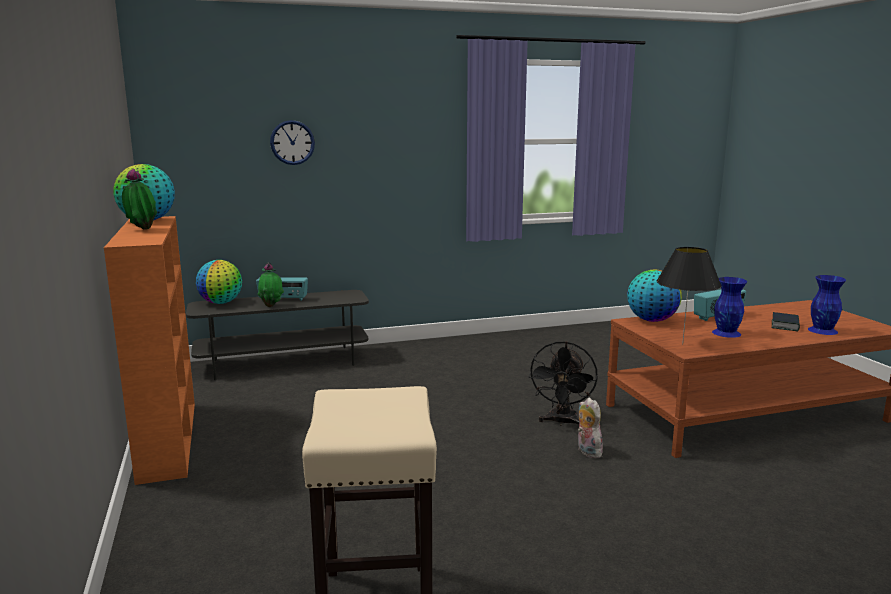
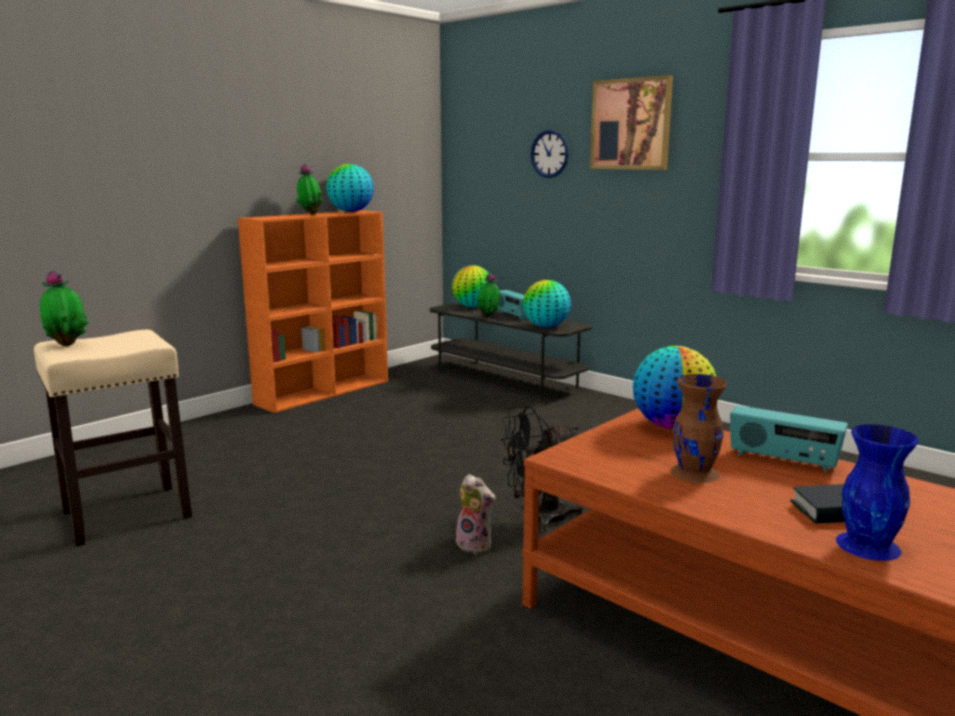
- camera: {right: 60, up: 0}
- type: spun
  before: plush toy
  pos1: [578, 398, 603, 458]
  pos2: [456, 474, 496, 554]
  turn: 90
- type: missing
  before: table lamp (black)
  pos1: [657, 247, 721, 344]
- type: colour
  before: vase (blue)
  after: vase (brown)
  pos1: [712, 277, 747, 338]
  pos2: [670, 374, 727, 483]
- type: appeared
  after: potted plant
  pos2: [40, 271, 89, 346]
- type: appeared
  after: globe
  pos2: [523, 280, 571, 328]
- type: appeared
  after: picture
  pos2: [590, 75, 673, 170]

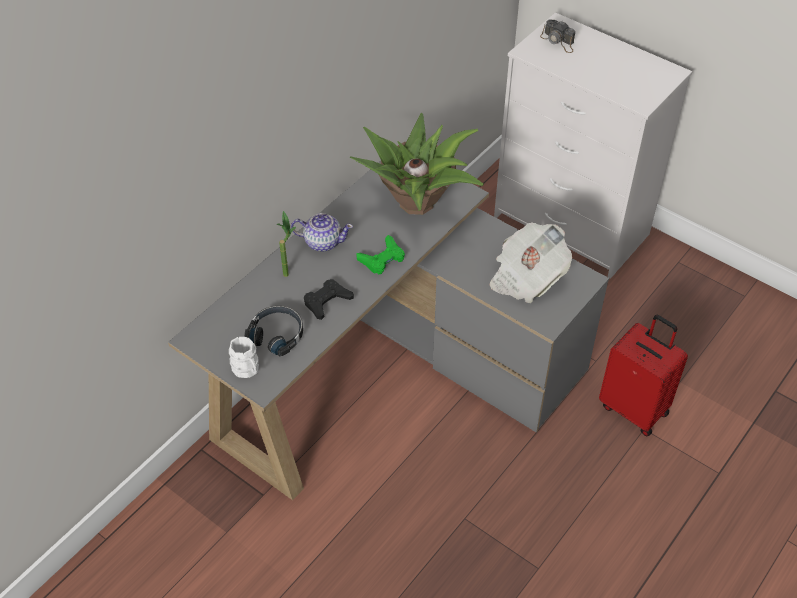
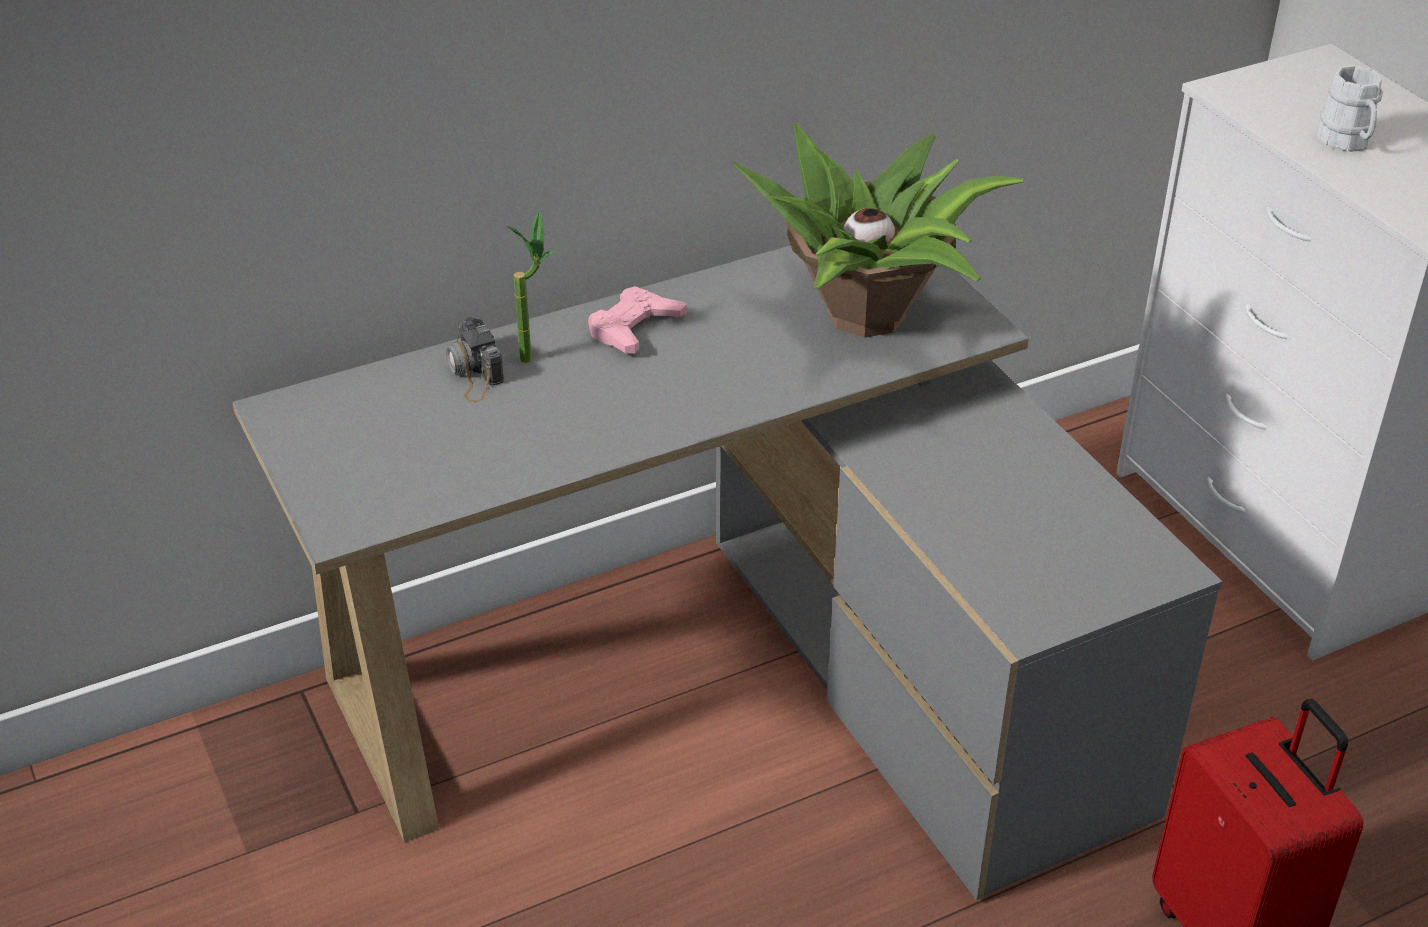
- camera: {right: 25, up: -10}
- type: relocated
  before: mug (white)
  pos1: [229, 337, 259, 378]
  pos2: [1317, 65, 1383, 152]
- type: missing
  before: headphones (black)
  pos1: [244, 306, 303, 356]
- type: exchanged
  before: teapot
  after: game controller (pink)
  pos1: [291, 213, 353, 252]
  pos2: [588, 286, 687, 353]
- type: missing
  before: game controller (black)
  pos1: [304, 279, 354, 320]
- type: missing
  before: game controller (green)
  pos1: [356, 235, 405, 275]
- type: missing
  before: newspaper
  pos1: [489, 222, 572, 303]
- type: relocated
  before: photo camera
  pos1: [540, 19, 575, 53]
  pos2: [446, 316, 504, 402]

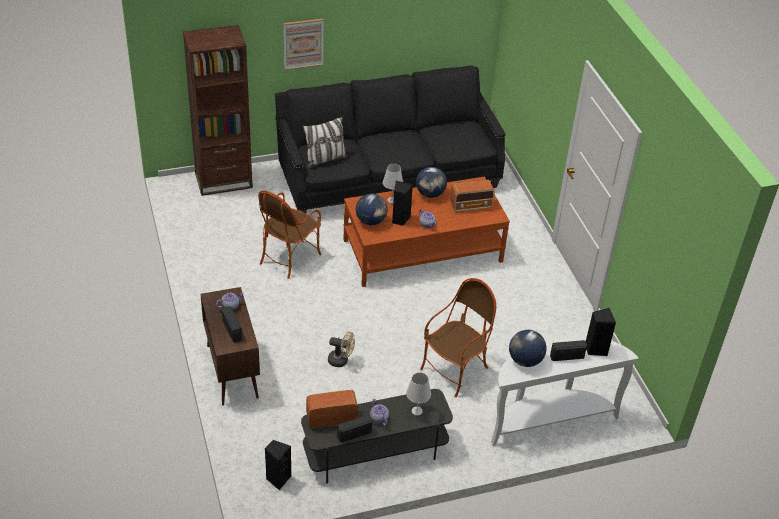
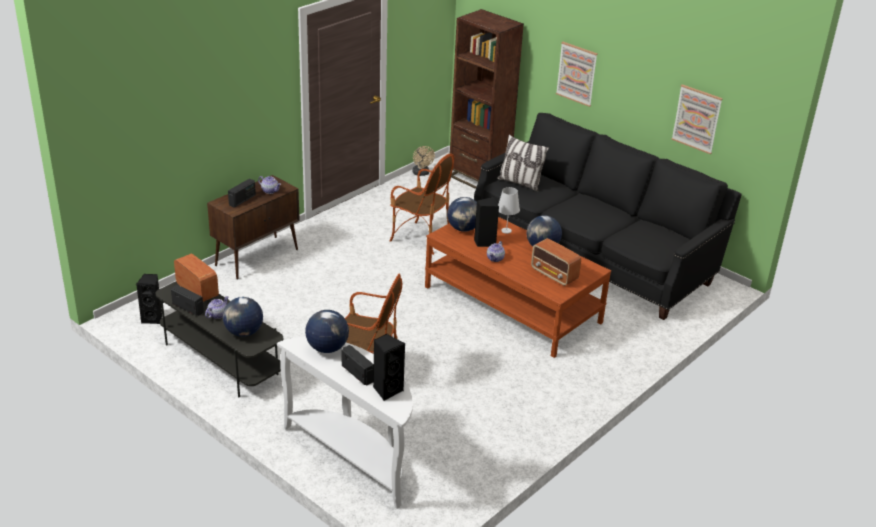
- camera: {right: 60, up: -10}
- type: spun
  before: armchair
  pos1: [258, 191, 321, 279]
  pos2: [389, 153, 454, 255]
  turn: -150
- type: relocated
  before: fan (beige)
  pos1: [328, 332, 355, 367]
  pos2: [412, 146, 435, 176]
- type: exchanged
  before: table lamp (white)
  after: globe
  pos1: [406, 372, 431, 416]
  pos2: [223, 297, 263, 337]
- type: appeared
  after: picture
  pos2: [671, 84, 723, 154]

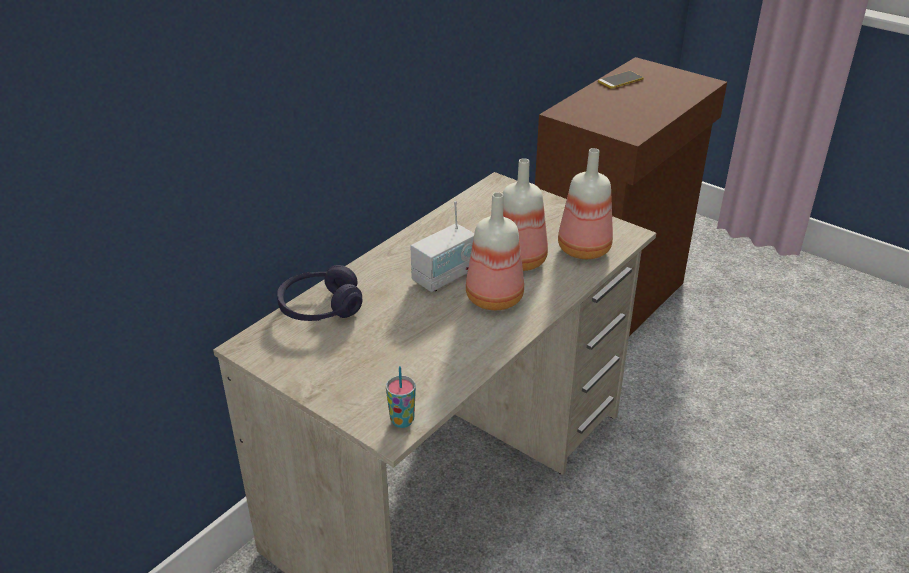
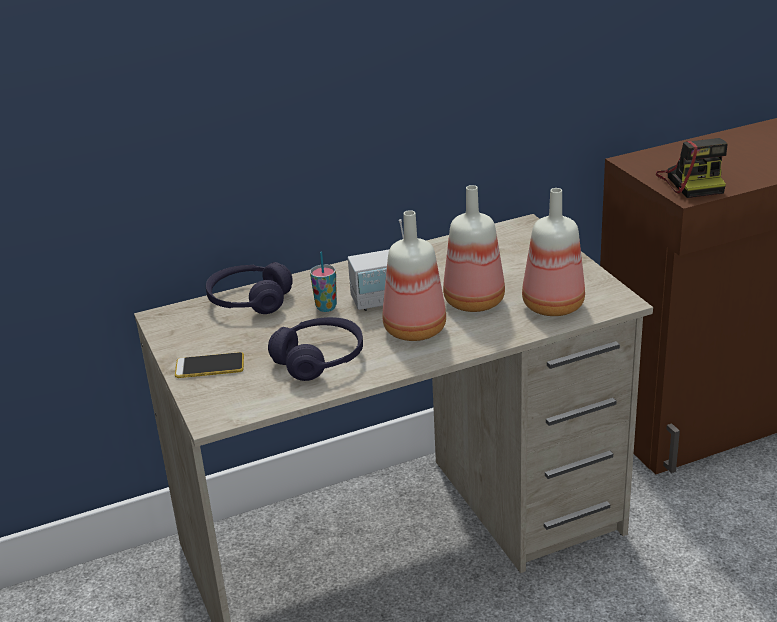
- camera: {right: 30, up: -5}
- type: relocated
  before: cup
  pos1: [386, 366, 416, 428]
  pos2: [310, 252, 337, 312]
- type: relocated
  before: phone
  pos1: [598, 71, 644, 89]
  pos2: [175, 352, 244, 378]
- type: appeared
  after: headphones (purple)
  pos2: [268, 317, 363, 381]
- type: appeared
  after: photo camera
  pos2: [656, 138, 728, 198]

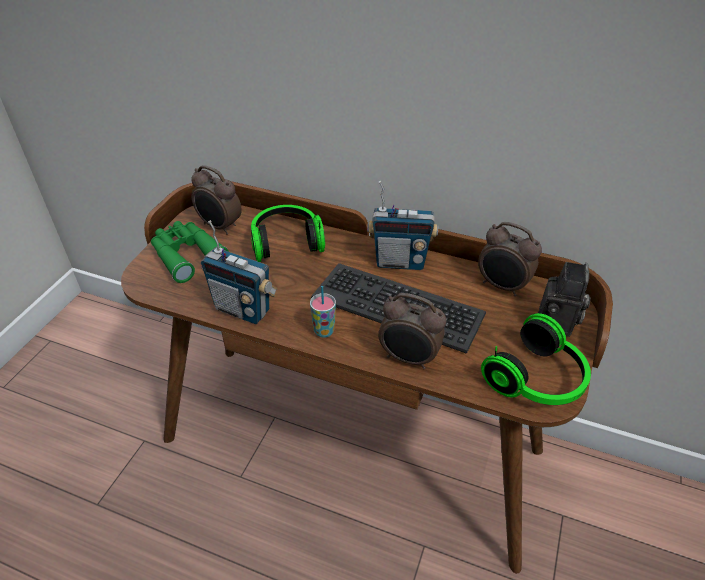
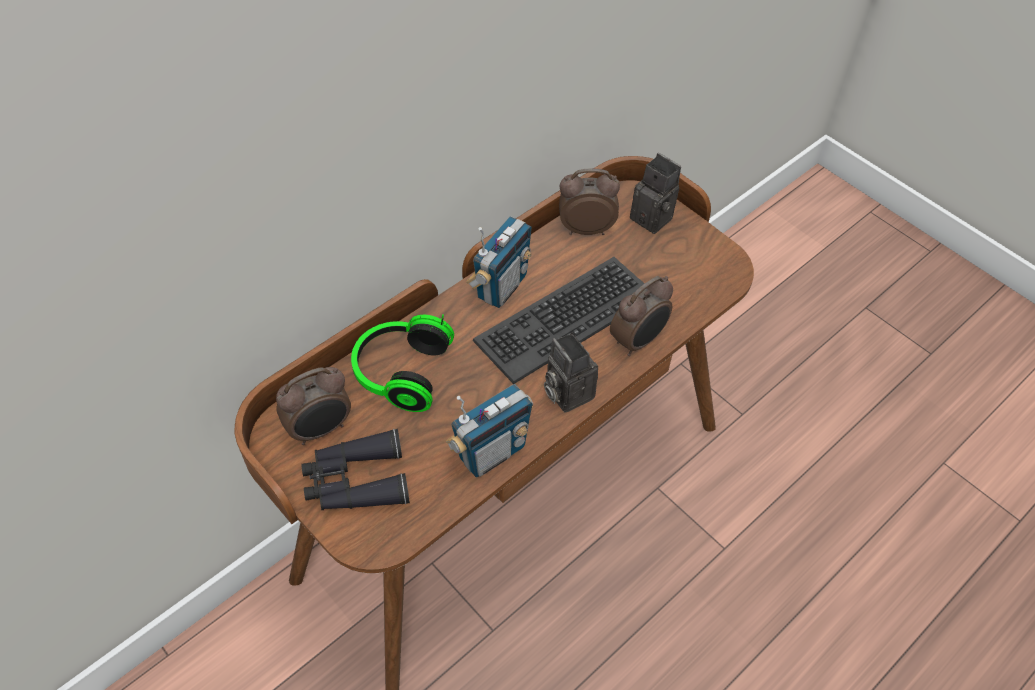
- camera: {right: -65, up: 10}
- type: colour
  before: binoculars (green)
  after: binoculars (black)
  pos1: [151, 221, 229, 283]
  pos2: [301, 429, 410, 510]
- type: exchanged
  before: cup
  after: photo camera
  pos1: [310, 286, 336, 338]
  pos2: [544, 333, 598, 412]
- type: spun
  before: alarm clock
  pos1: [478, 222, 542, 296]
  pos2: [559, 169, 620, 235]
  turn: -150
- type: missing
  before: headphones
  pos1: [481, 313, 591, 405]

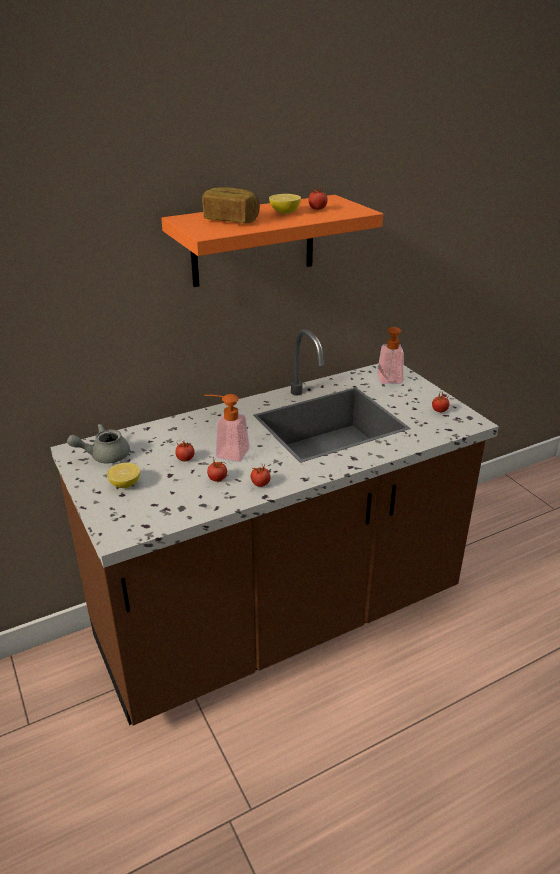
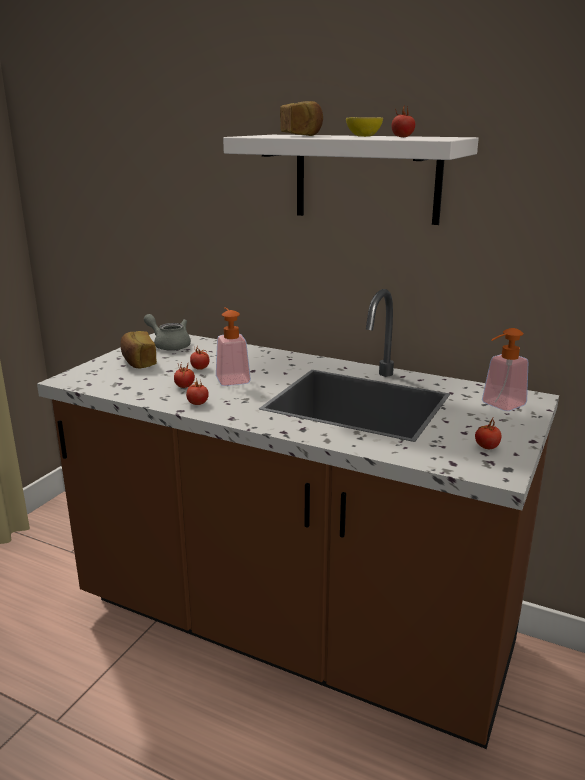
- camera: {right: 55, up: -10}
- type: exchanged
  before: lemon
  after: bread
  pos1: [107, 463, 140, 488]
  pos2: [120, 331, 157, 369]
- type: colour
  before: shelf (orange)
  after: shelf (white)
  pos1: [161, 195, 383, 287]
  pos2: [223, 135, 479, 225]

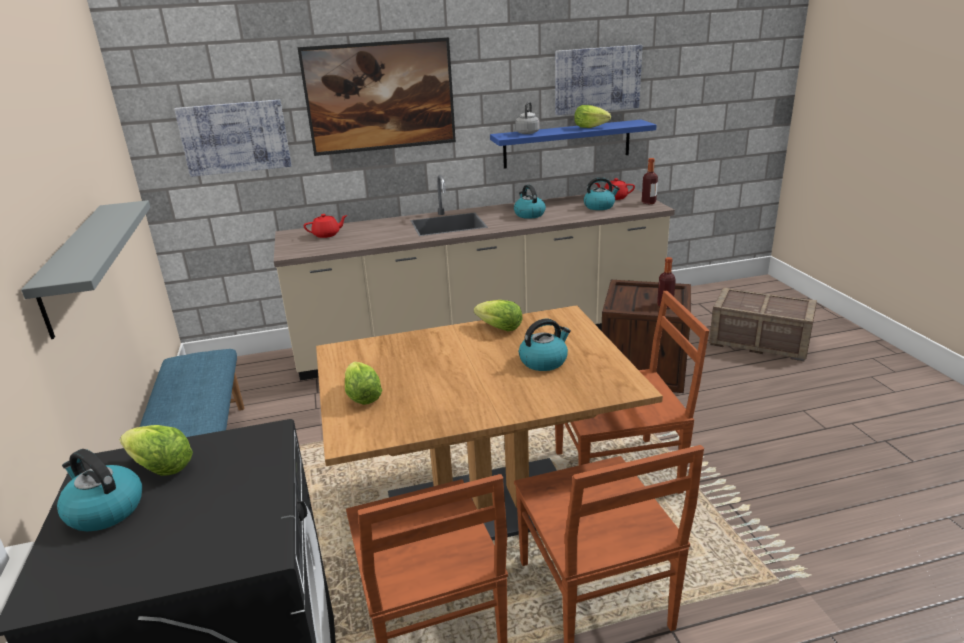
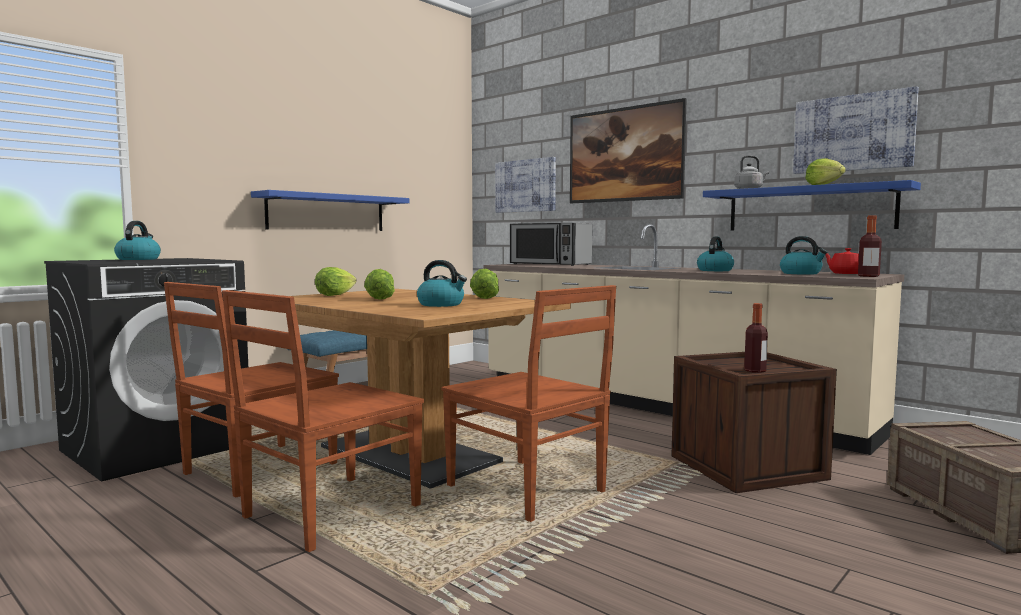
- camera: {right: 55, up: -20}
- type: colour
  before: shelf (grey)
  after: shelf (blue)
  pos1: [21, 200, 151, 339]
  pos2: [251, 190, 410, 231]
- type: relocated
  before: lettuce
  pos1: [120, 425, 193, 476]
  pos2: [364, 269, 395, 300]
- type: exchanged
  before: teapot (red)
  after: microwave
  pos1: [304, 214, 347, 238]
  pos2: [510, 222, 592, 266]

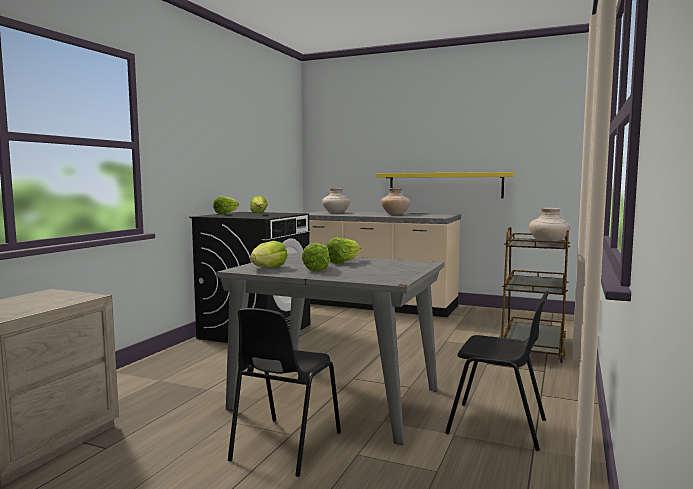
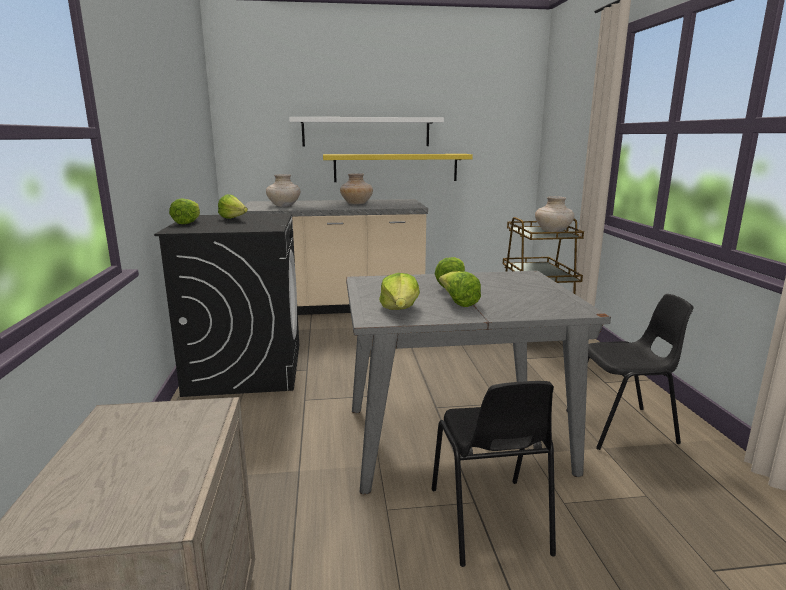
- camera: {right: -30, up: 10}
- type: appeared
  after: shelf (white)
  pos2: [289, 117, 444, 147]

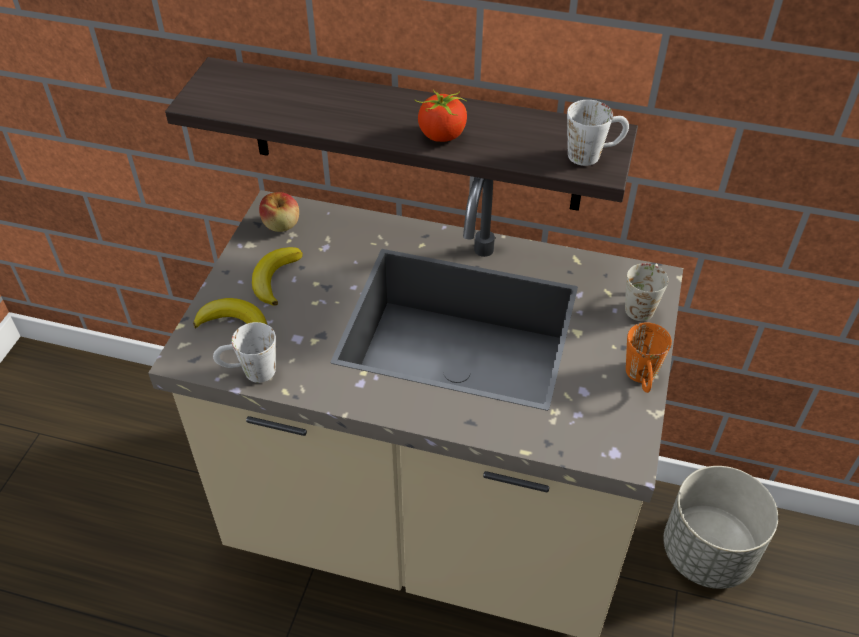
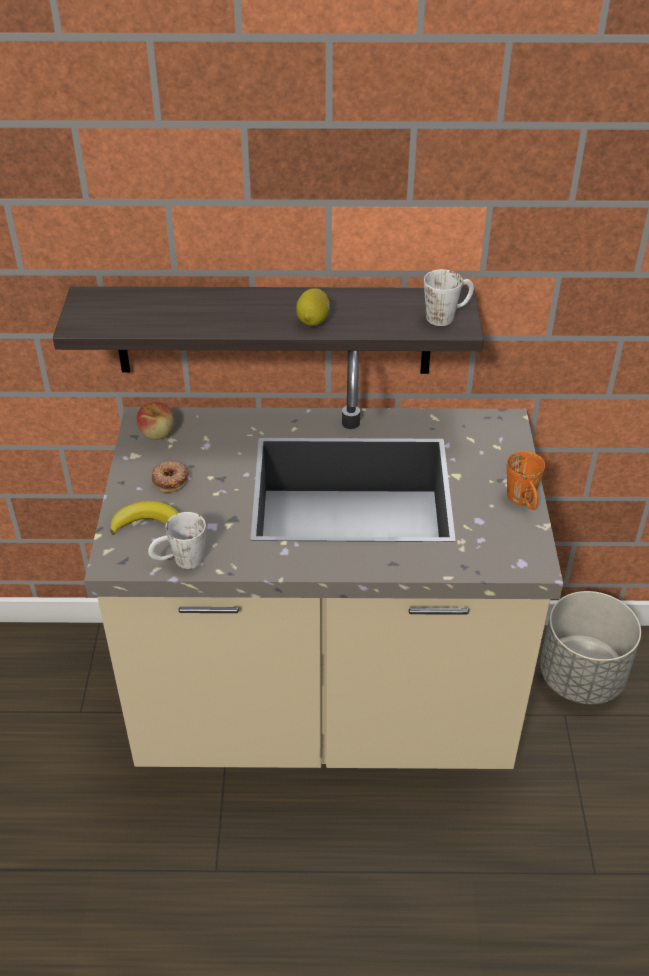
- camera: {right: -15, up: -5}
- type: exchanged
  before: banana
  after: donut
  pos1: [252, 247, 303, 306]
  pos2: [152, 461, 189, 493]
- type: exchanged
  before: tomato
  after: lemon
  pos1: [415, 90, 467, 142]
  pos2: [296, 288, 330, 326]
- type: missing
  before: mug (white)
  pos1: [625, 263, 668, 321]

